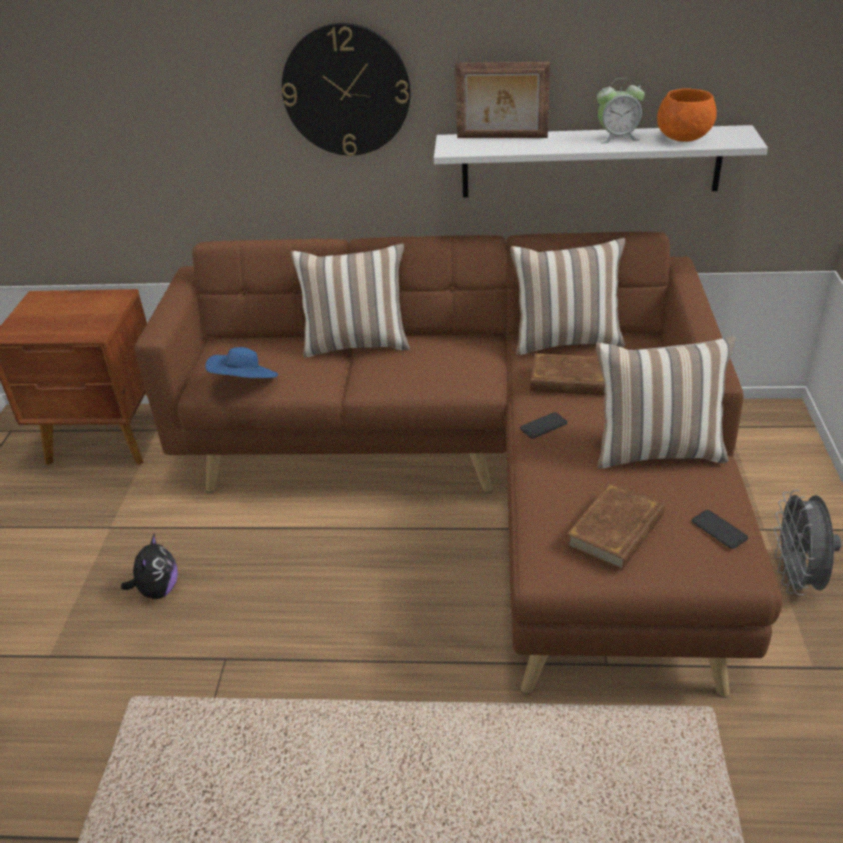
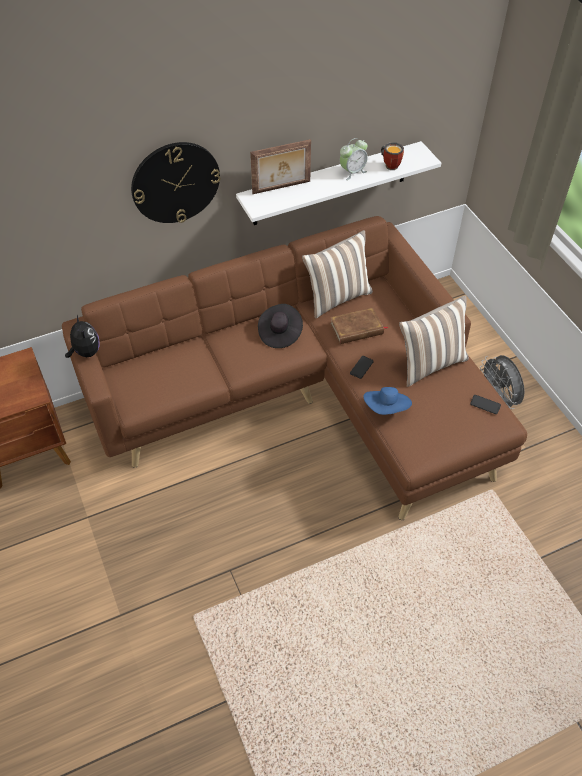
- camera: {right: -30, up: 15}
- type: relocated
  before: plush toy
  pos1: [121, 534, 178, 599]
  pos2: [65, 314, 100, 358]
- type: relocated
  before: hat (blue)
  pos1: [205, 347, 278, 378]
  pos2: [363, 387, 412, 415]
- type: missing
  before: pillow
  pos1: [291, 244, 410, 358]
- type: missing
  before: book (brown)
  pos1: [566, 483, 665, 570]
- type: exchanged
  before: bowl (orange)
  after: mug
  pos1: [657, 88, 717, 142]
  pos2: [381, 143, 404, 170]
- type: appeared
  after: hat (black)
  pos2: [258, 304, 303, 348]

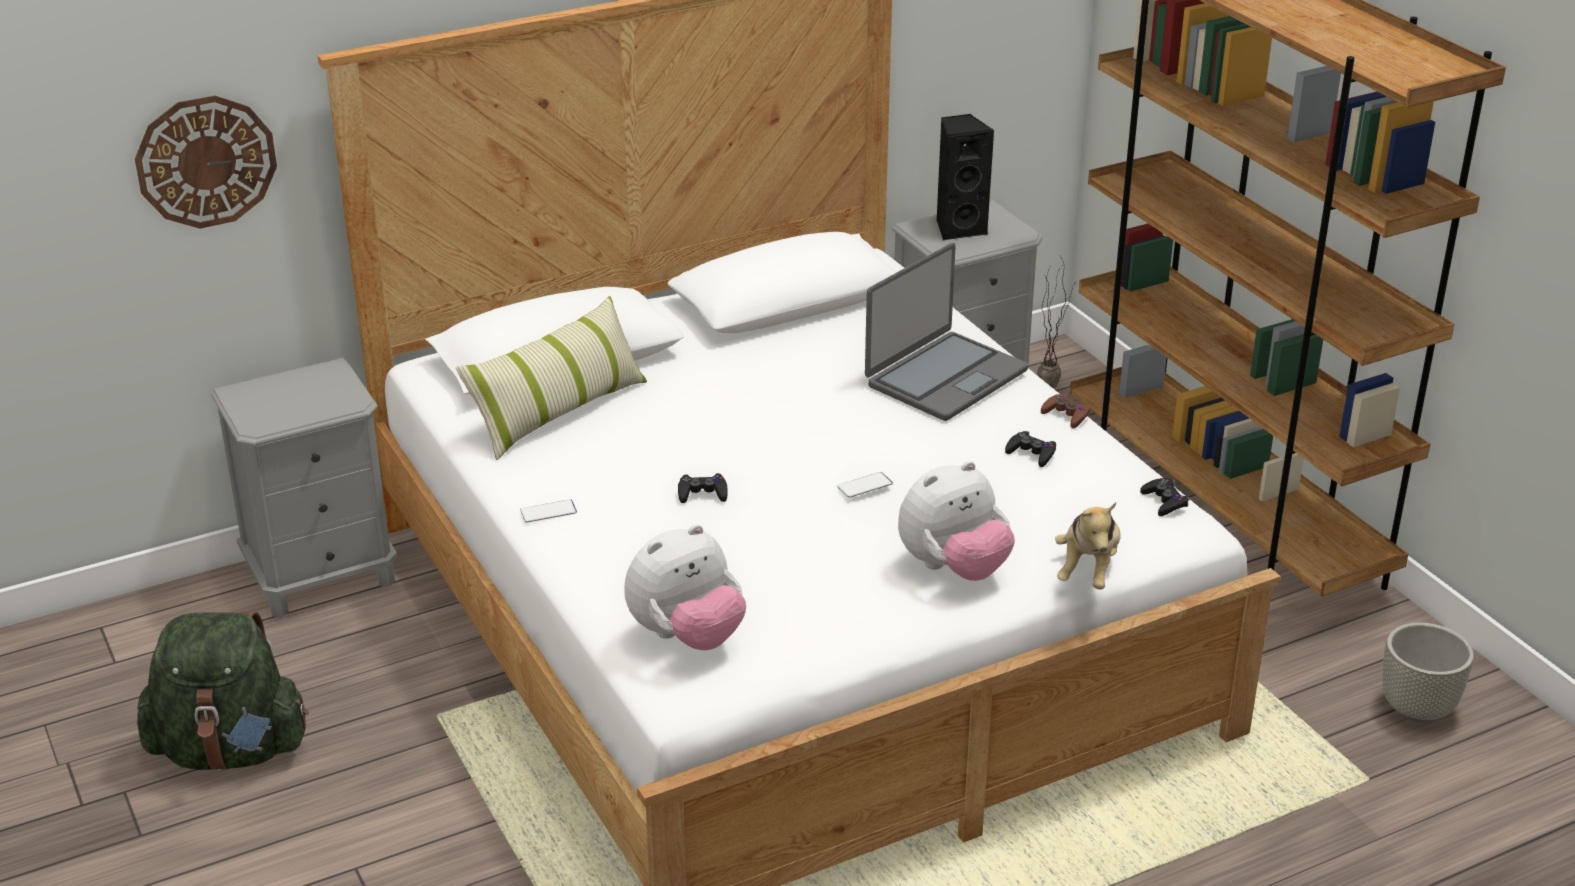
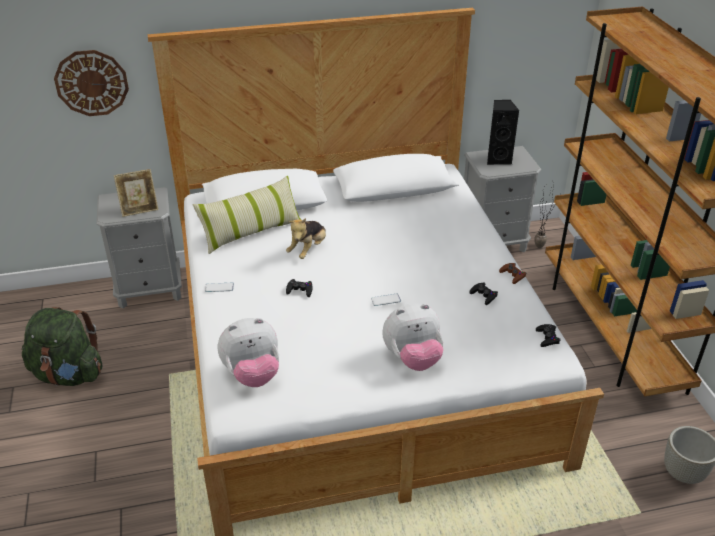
- camera: {right: 15, up: 5}
- type: missing
  before: laptop
  pos1: [865, 243, 1028, 421]
- type: relocated
  before: plush toy
  pos1: [1055, 502, 1121, 590]
  pos2: [286, 218, 326, 259]
- type: appeared
  after: picture frame
  pos2: [114, 169, 159, 217]

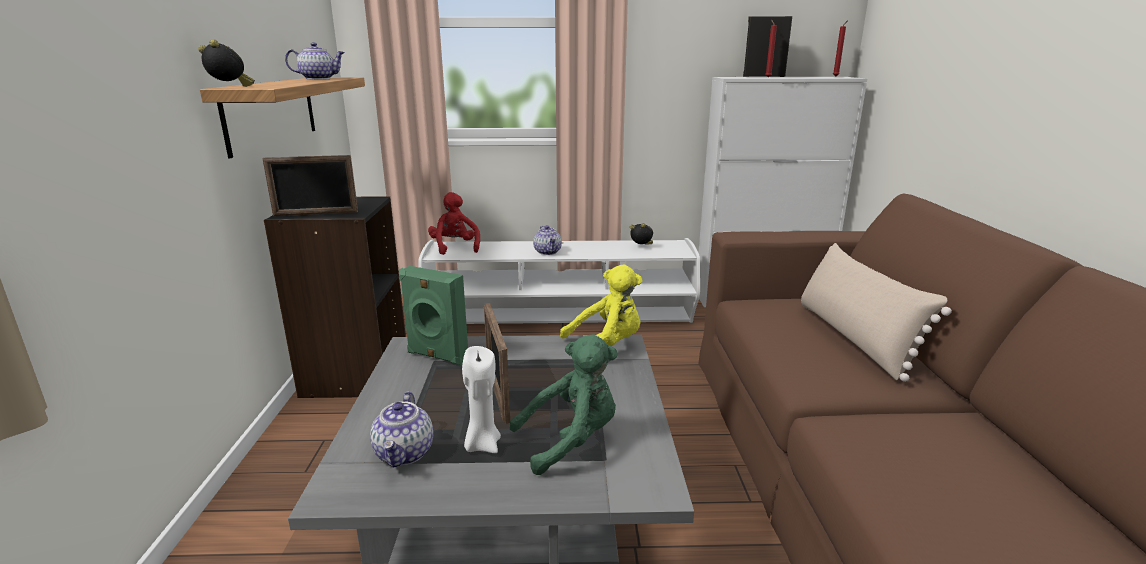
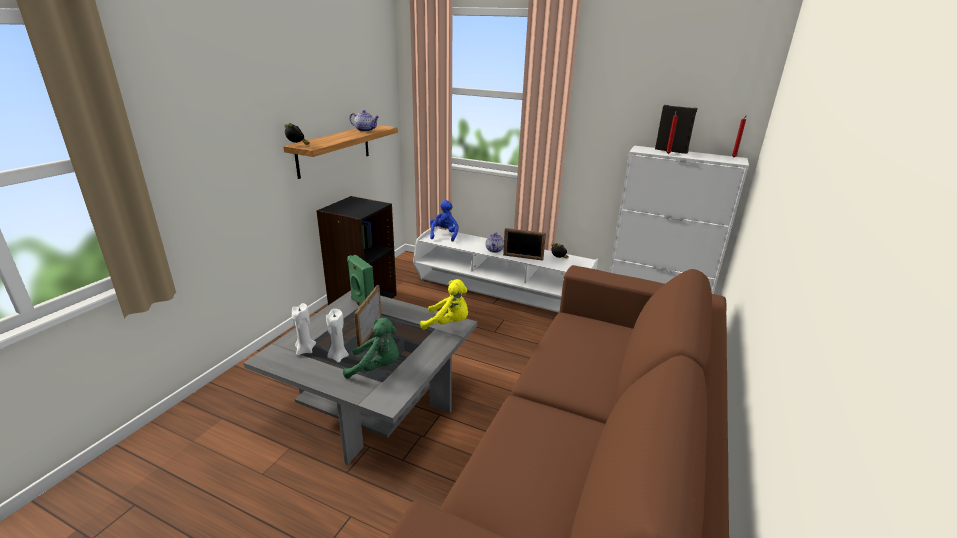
- camera: {right: 25, up: 5}
- type: relocated
  before: picture frame
  pos1: [262, 155, 358, 216]
  pos2: [503, 228, 546, 261]
- type: exchanged
  before: teapot
  after: candle (white)
  pos1: [370, 392, 433, 468]
  pos2: [292, 303, 316, 355]
- type: colour
  before: plush toy (red)
  after: plush toy (blue)
  pos1: [428, 192, 480, 255]
  pos2: [430, 200, 459, 242]
- type: missing
  before: pillow (beige)
  pos1: [801, 243, 952, 382]

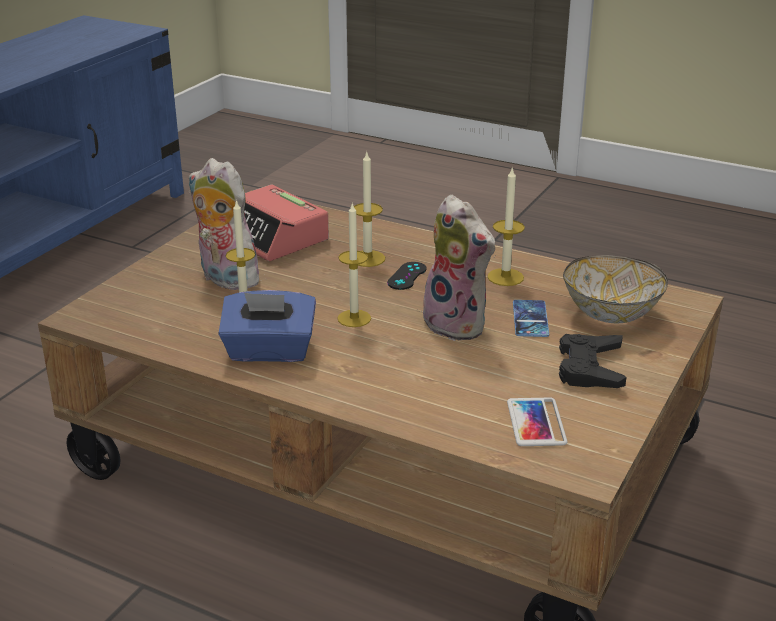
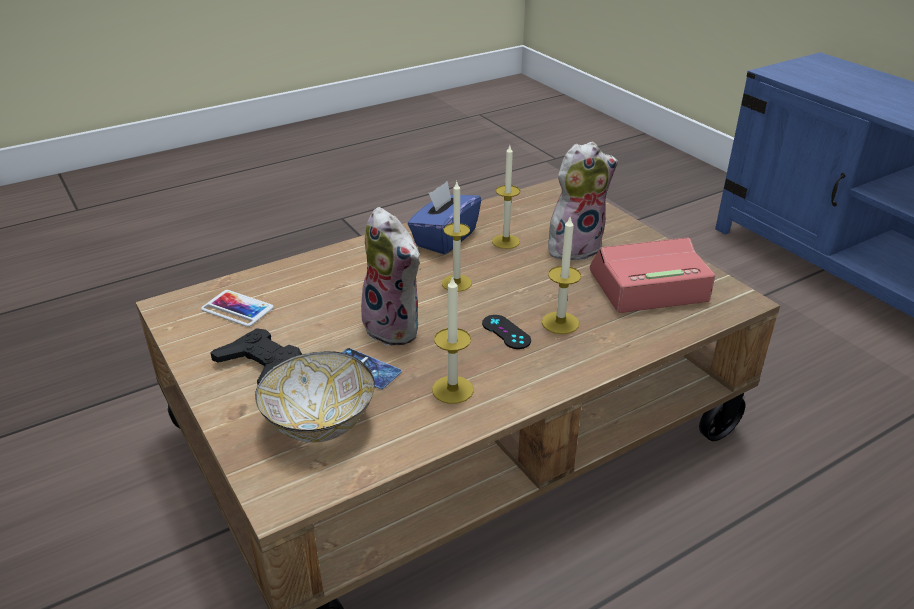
- camera: {right: 120, up: 5}
- type: spun
  before: plush toy
  pos1: [418, 195, 496, 341]
  pos2: [361, 207, 421, 346]
  turn: -120

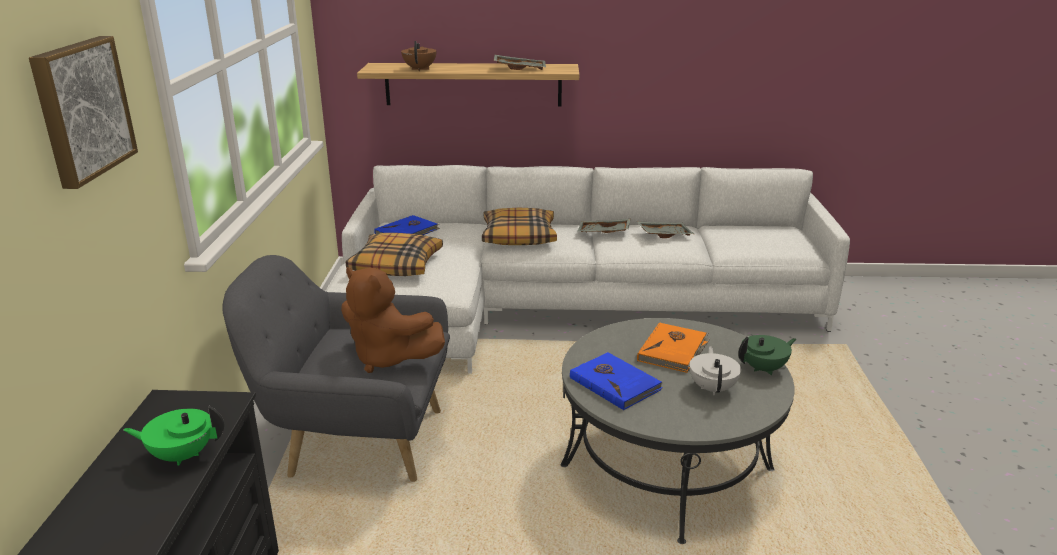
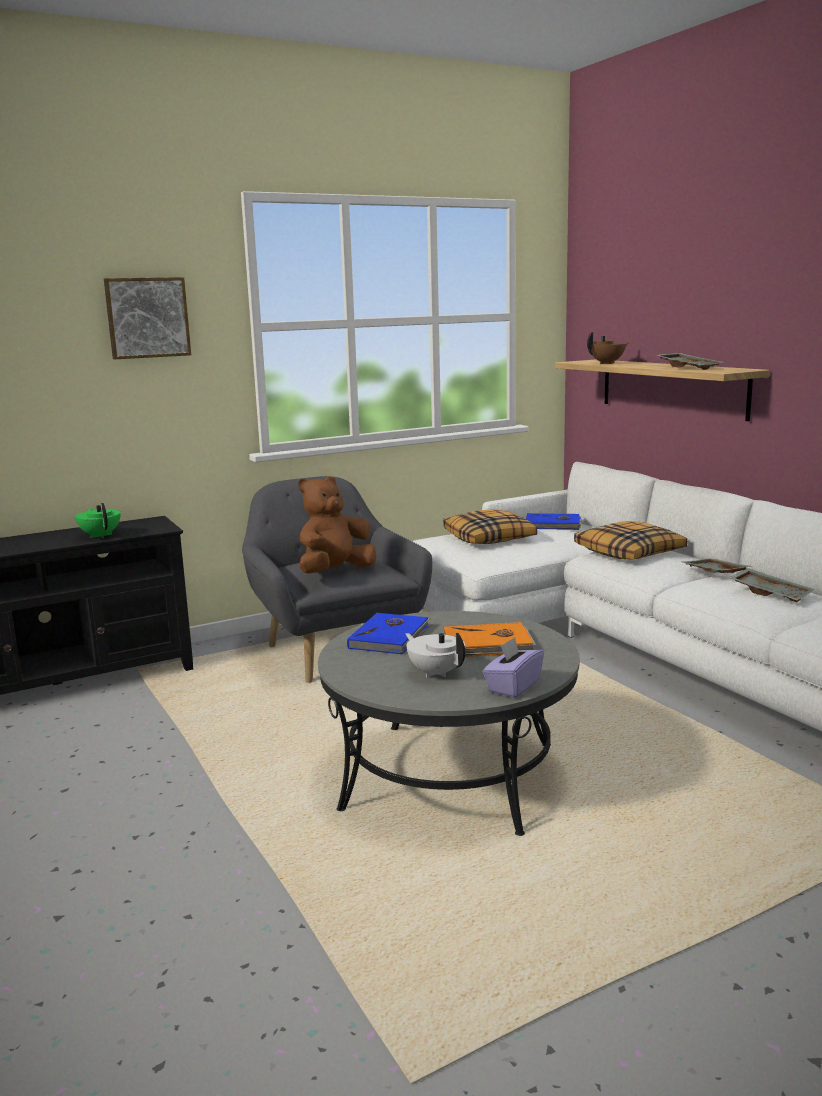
- camera: {right: 60, up: -10}
- type: spun
  before: plush toy (brown)
  pos1: [341, 267, 445, 373]
  pos2: [299, 476, 376, 574]
  turn: 45
- type: spun
  before: teapot (white)
  pos1: [690, 346, 741, 396]
  pos2: [405, 633, 465, 677]
  turn: -105
- type: exchanged
  before: teapot (green)
  after: tissue box (purple)
  pos1: [738, 335, 796, 375]
  pos2: [483, 637, 544, 698]

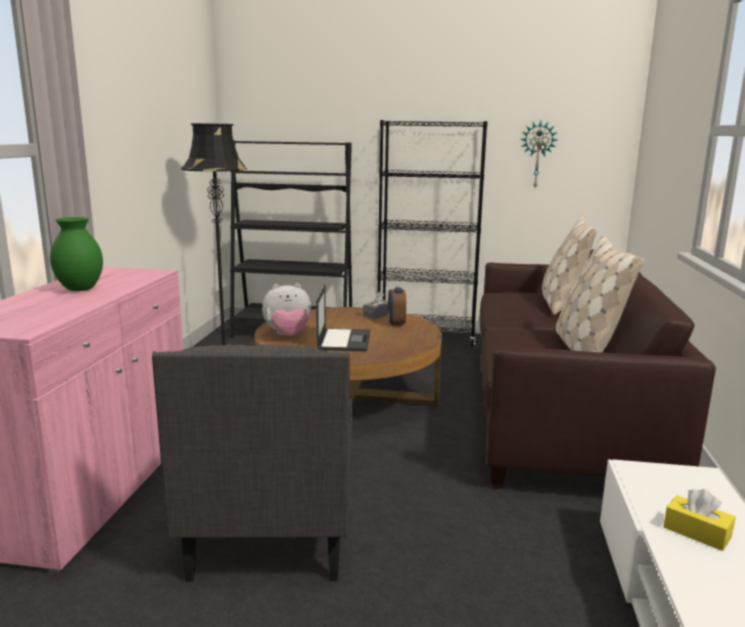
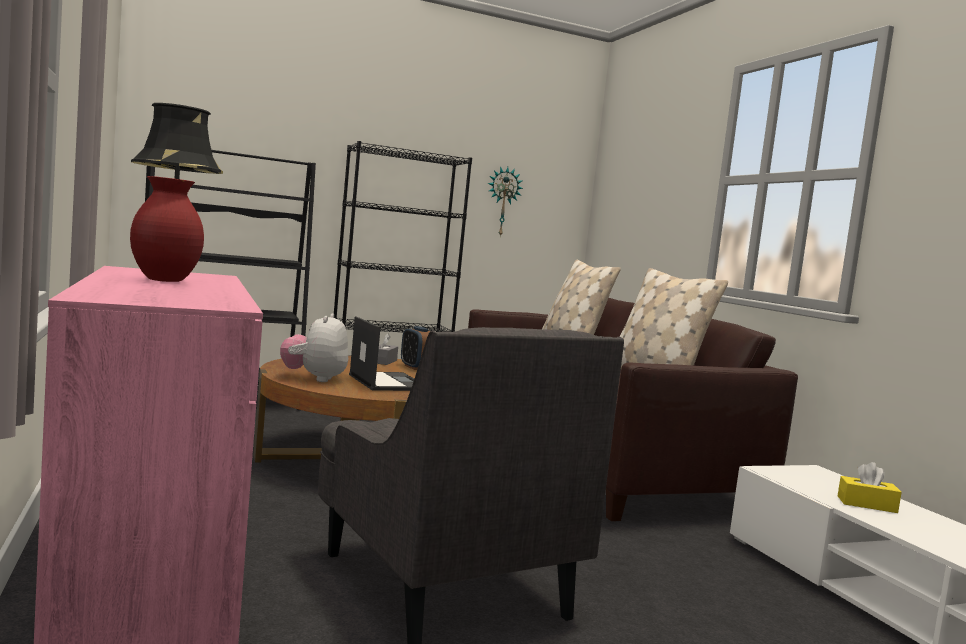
- camera: {right: -30, up: -10}
- type: colour
  before: vase (green)
  after: vase (red)
  pos1: [50, 217, 103, 291]
  pos2: [130, 176, 204, 282]
- type: spun
  before: plush toy
  pos1: [262, 283, 311, 336]
  pos2: [280, 313, 348, 382]
  turn: 135

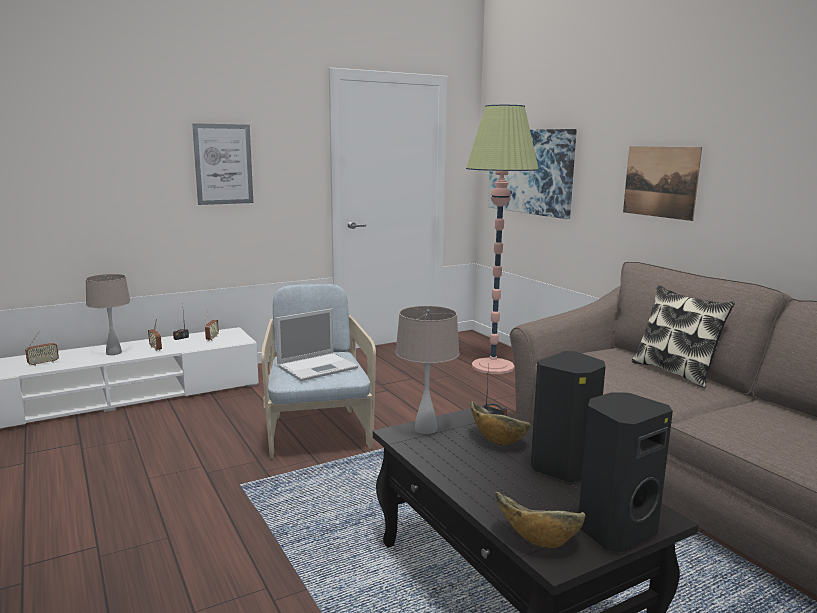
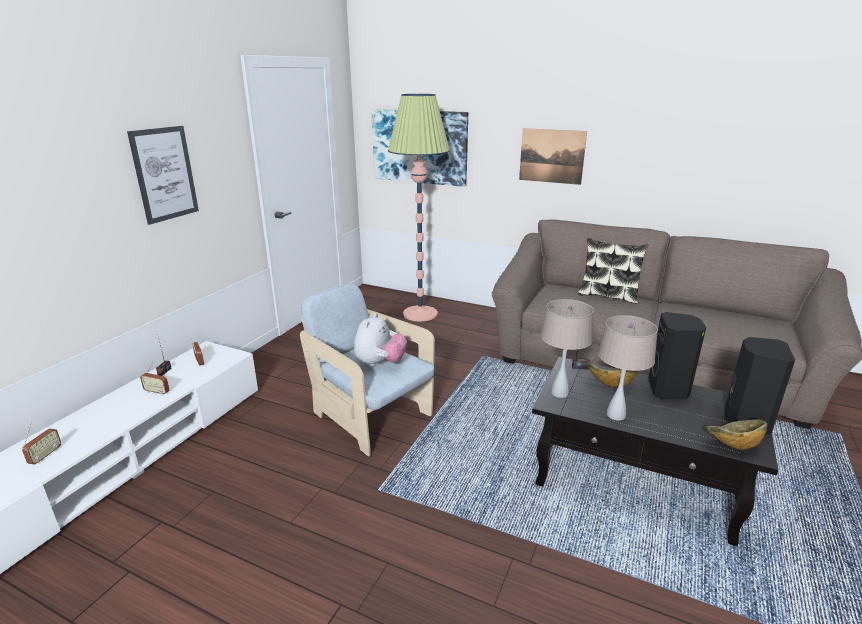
- camera: {right: -35, up: 10}
- type: relocated
  before: table lamp (beige)
  pos1: [85, 274, 131, 355]
  pos2: [598, 315, 658, 421]
- type: exchanged
  before: laptop
  after: plush toy
  pos1: [275, 309, 358, 381]
  pos2: [354, 313, 407, 367]

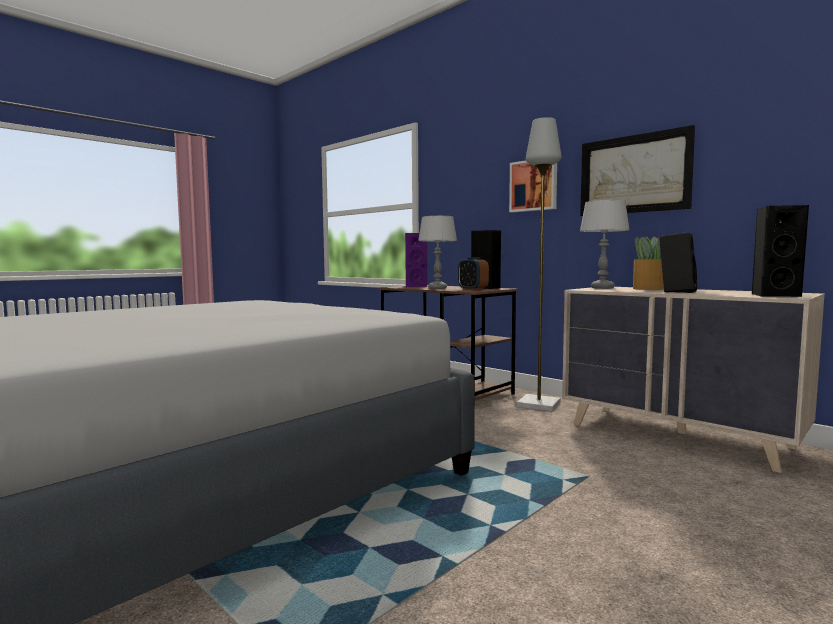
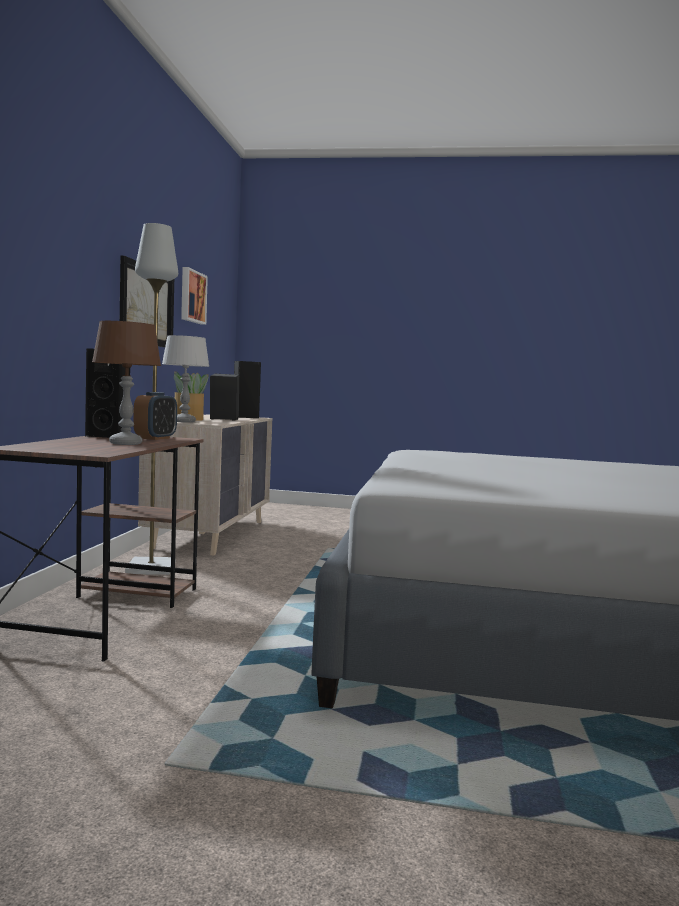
- camera: {right: -125, up: 0}
- type: missing
  before: speaker (purple)
  pos1: [405, 233, 427, 287]
- type: colour
  before: table lamp (grey)
  after: table lamp (brown)
  pos1: [418, 216, 457, 289]
  pos2: [92, 321, 161, 445]
- type: relocated
  before: picture
  pos1: [509, 160, 557, 212]
  pos2: [181, 267, 208, 325]

